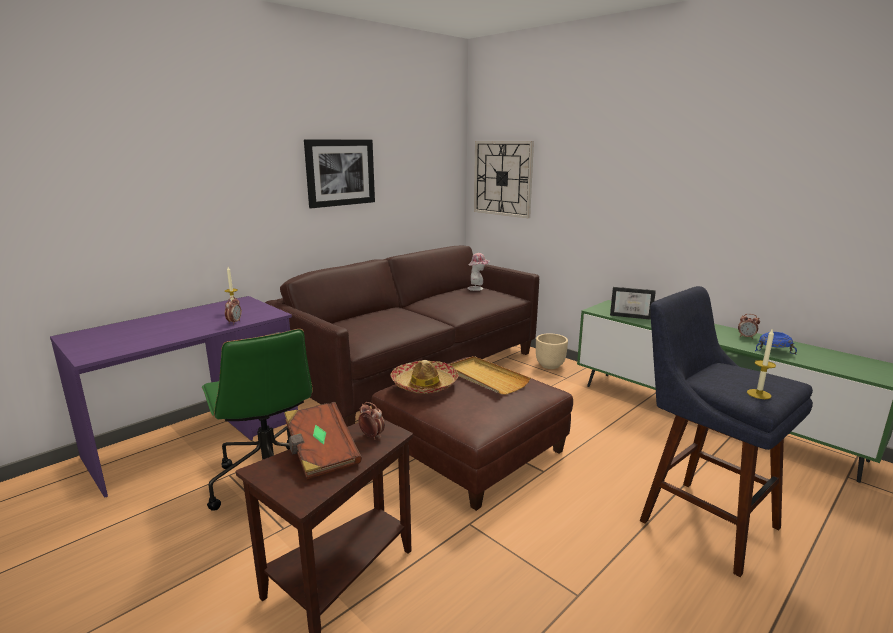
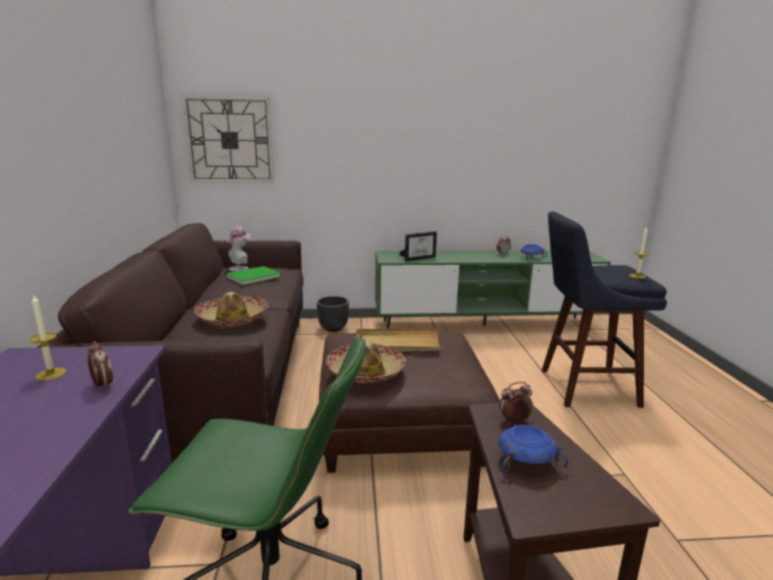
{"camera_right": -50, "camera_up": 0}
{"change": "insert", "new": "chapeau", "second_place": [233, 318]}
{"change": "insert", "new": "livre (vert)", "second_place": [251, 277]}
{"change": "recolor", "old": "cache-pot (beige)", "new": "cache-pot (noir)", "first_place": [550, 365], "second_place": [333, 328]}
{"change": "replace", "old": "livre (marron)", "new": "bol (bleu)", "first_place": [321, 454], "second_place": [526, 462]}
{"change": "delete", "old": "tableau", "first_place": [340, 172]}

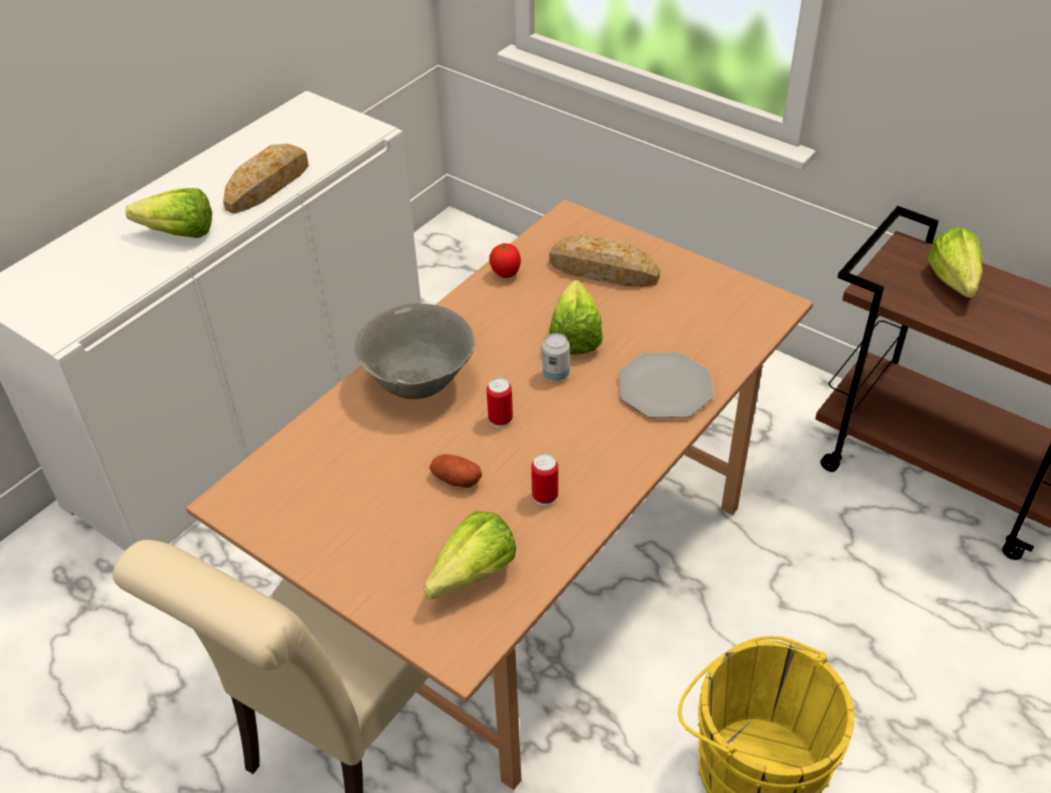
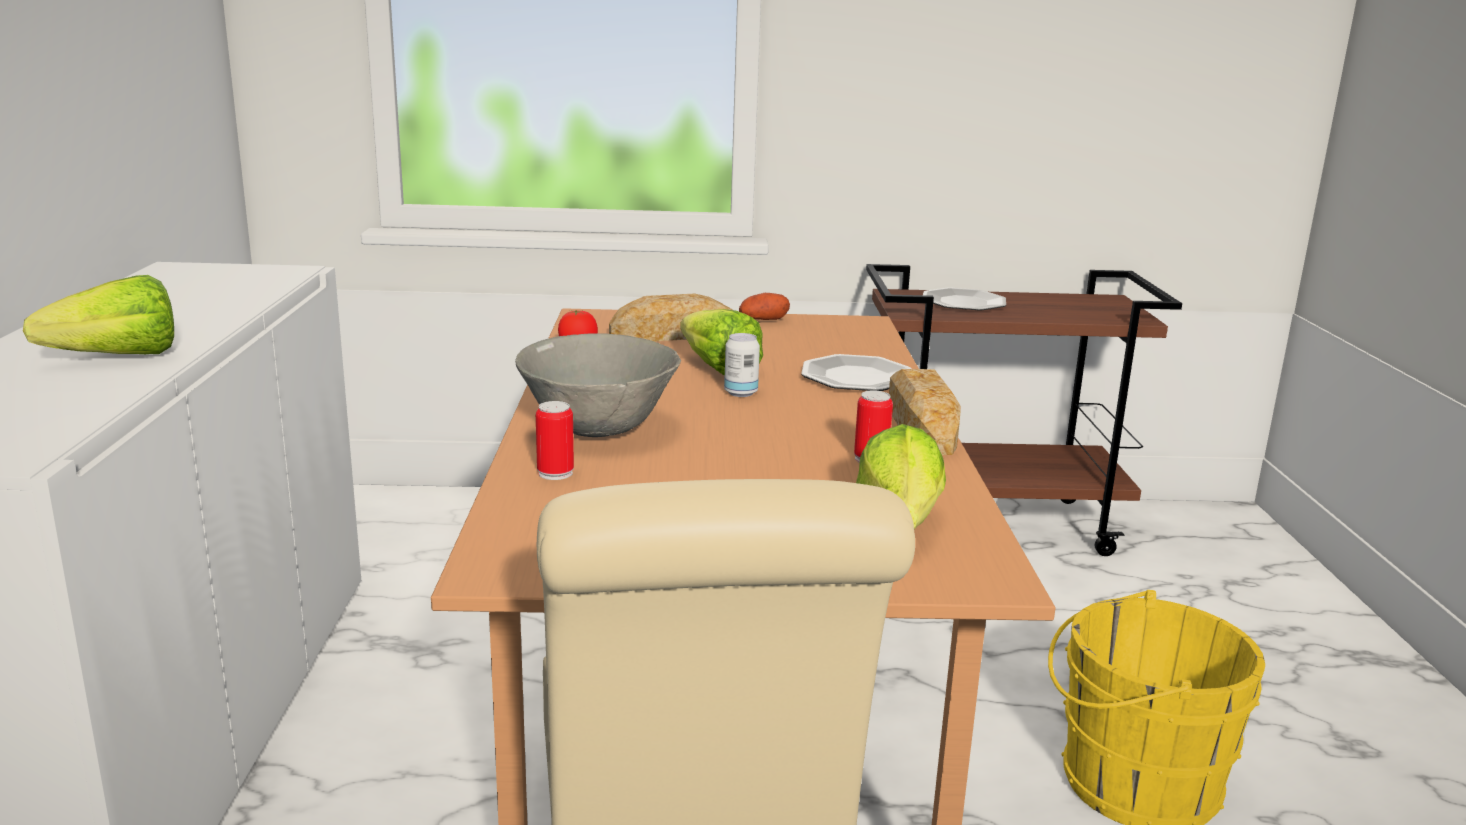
{"camera_right": -40, "camera_up": -25}
{"change": "move", "old": "boîte métallique", "first_place": [500, 419], "second_place": [555, 473]}
{"change": "move", "old": "pomme de terre", "first_place": [456, 479], "second_place": [763, 320]}
{"change": "move", "old": "pain", "first_place": [267, 185], "second_place": [922, 424]}
{"change": "replace", "old": "laitue", "new": "assiette", "first_place": [953, 286], "second_place": [963, 302]}

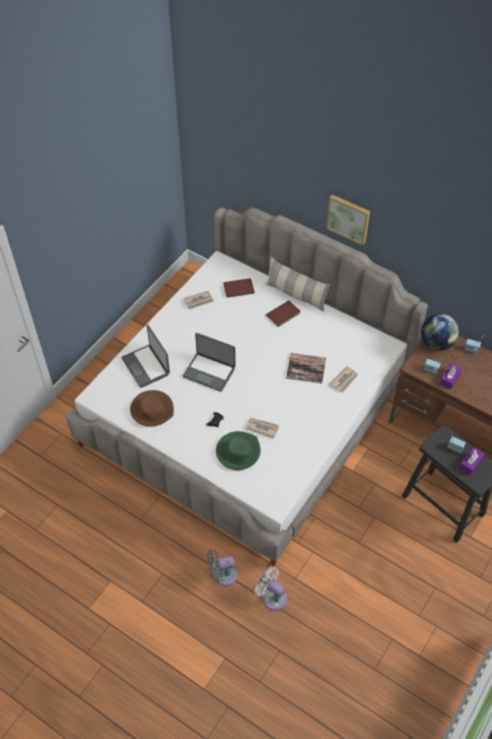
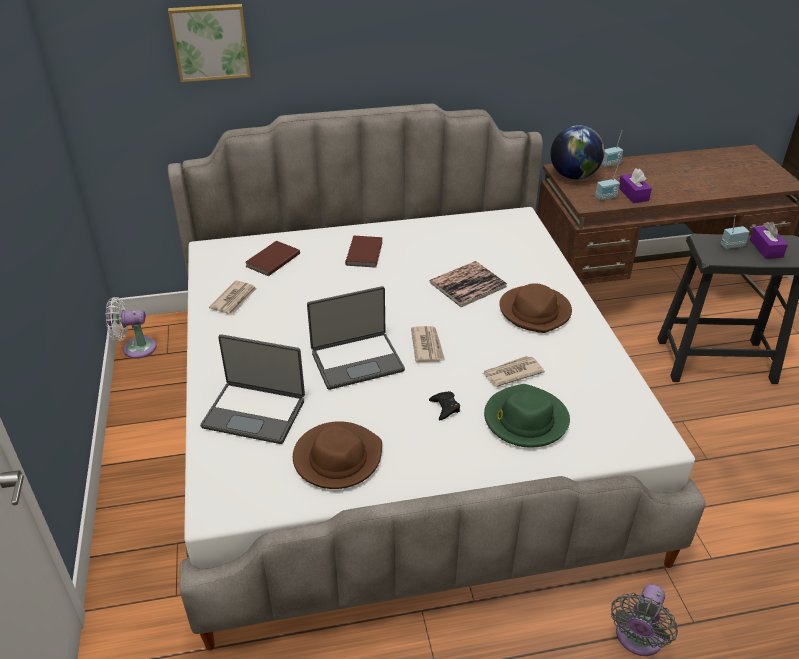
{"camera_right": -45, "camera_up": -15}
{"change": "move", "old": "ventilateur (blanc)", "first_place": [272, 597], "second_place": [135, 348]}
{"change": "move", "old": "tableau", "first_place": [349, 218], "second_place": [210, 42]}
{"change": "move", "old": "journal", "first_place": [344, 380], "second_place": [427, 346]}
{"change": "insert", "new": "chapeau (marron)", "second_place": [535, 311]}
{"change": "delete", "old": "coussin", "first_place": [296, 294]}

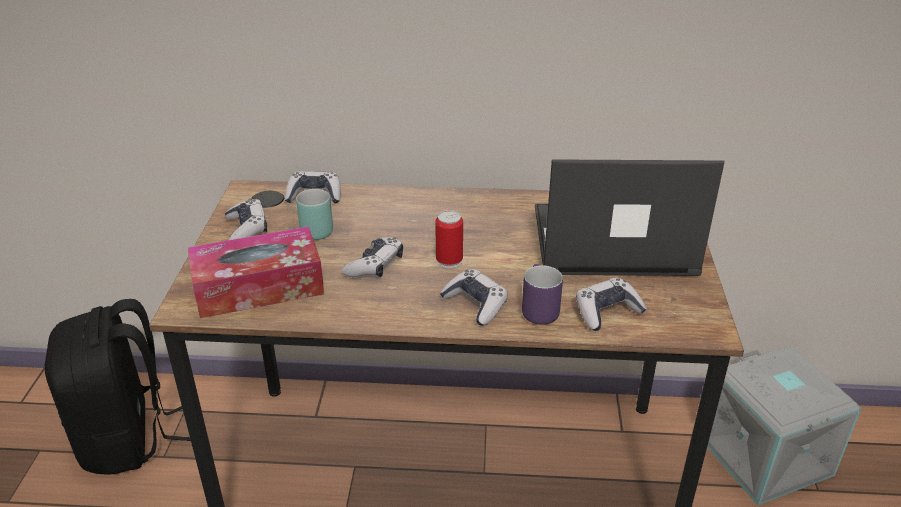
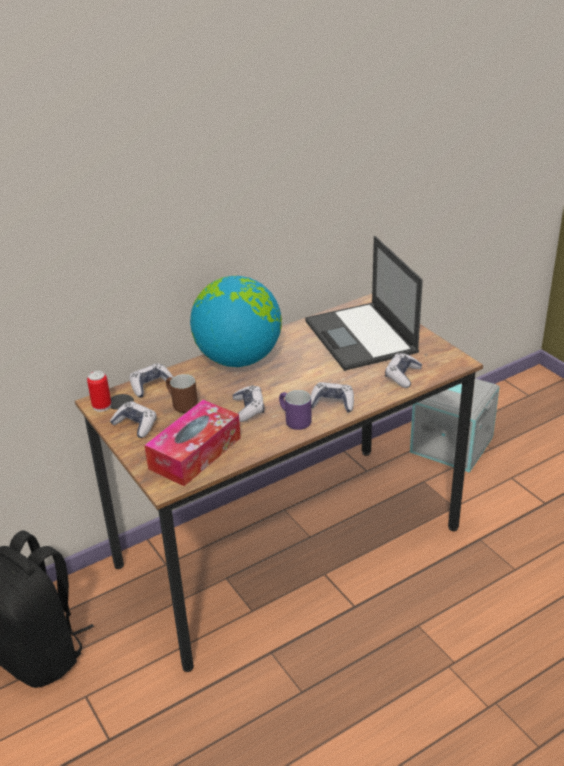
{"camera_right": -35, "camera_up": 0}
{"change": "move", "old": "boîte métallique", "first_place": [449, 260], "second_place": [102, 406]}
{"change": "recolor", "old": "mug (turquoise)", "new": "mug (marron)", "first_place": [314, 228], "second_place": [180, 405]}
{"change": "insert", "new": "globe", "second_place": [238, 359]}
{"change": "move", "old": "mug (violet)", "first_place": [536, 309], "second_place": [293, 421]}
{"change": "rotate", "old": "ordinateur portable", "first_place": [610, 241], "second_place": [361, 337], "degrees": -75}

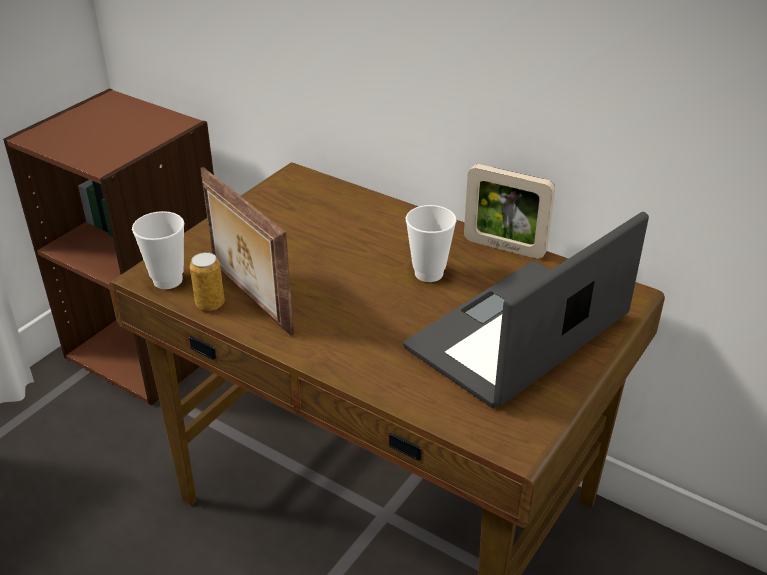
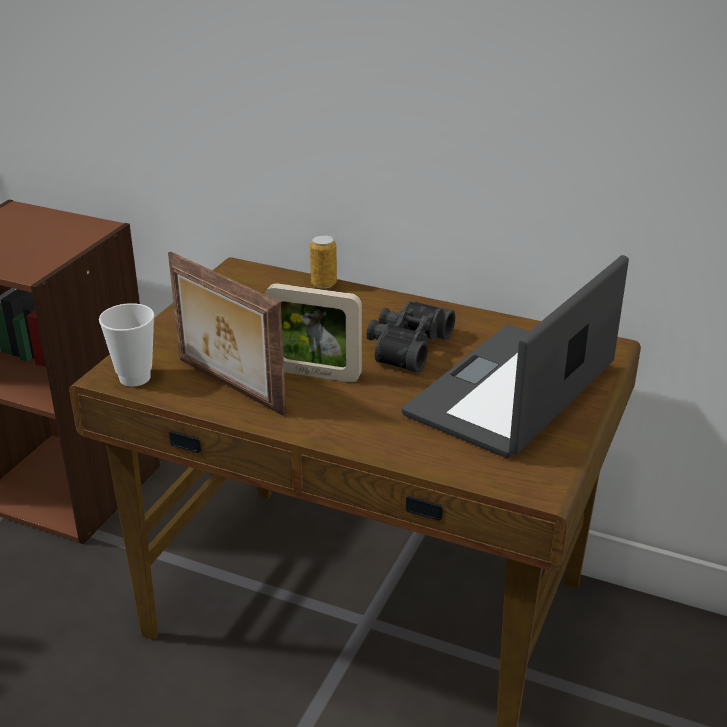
{"camera_right": -10, "camera_up": -5}
{"change": "move", "old": "cadre photo", "first_place": [504, 247], "second_place": [314, 374]}
{"change": "move", "old": "boîte métallique", "first_place": [210, 304], "second_place": [324, 284]}
{"change": "replace", "old": "tasse", "new": "jumelles (noir)", "first_place": [428, 273], "second_place": [405, 346]}

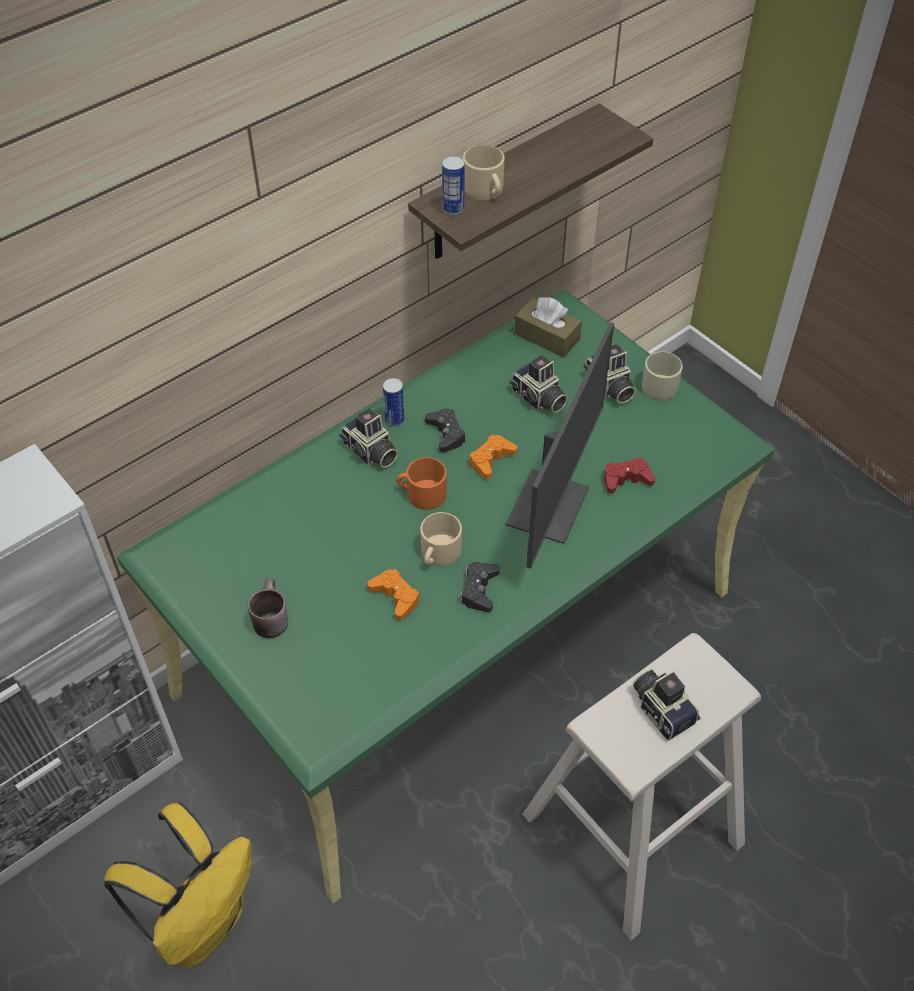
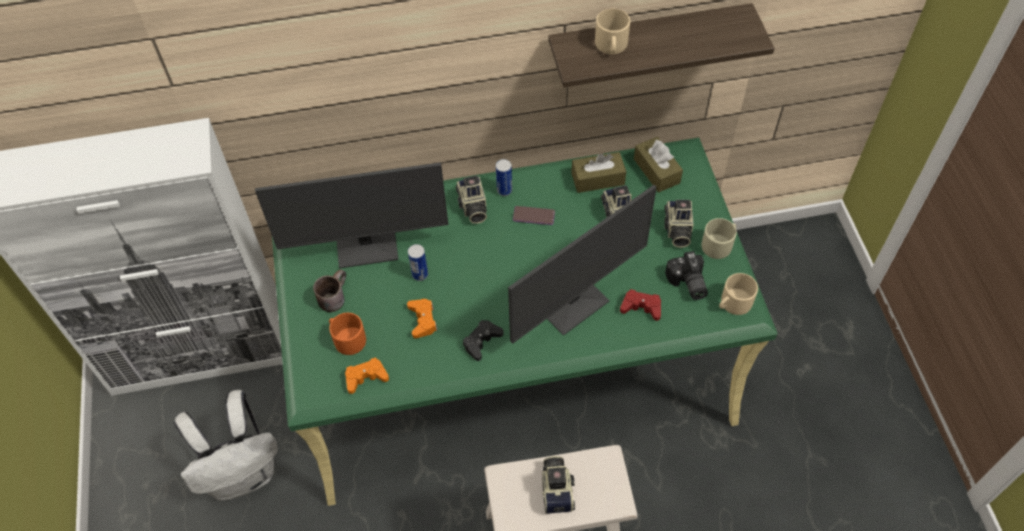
{"camera_right": 30, "camera_up": 5}
{"change": "recolor", "old": "sac à dos (jaune)", "new": "sac à dos (blanc)", "first_place": [201, 921], "second_place": [244, 474]}
{"change": "insert", "new": "écran d'ordinateur", "second_place": [367, 246]}
{"change": "move", "old": "mug (orange)", "first_place": [421, 494], "second_place": [347, 338]}
{"change": "move", "old": "manette (orange)", "first_place": [491, 460], "second_place": [366, 377]}
{"change": "move", "old": "boîte métallique", "first_place": [453, 209], "second_place": [420, 274]}
{"change": "replace", "old": "manette (noir)", "new": "téléphone", "first_place": [446, 434], "second_place": [533, 216]}
{"change": "insert", "new": "boîte à mouchoirs (marron)", "second_place": [598, 179]}
{"change": "insert", "new": "appareil photo", "second_place": [687, 284]}
{"change": "move", "old": "mug (beige)", "first_place": [438, 554], "second_place": [733, 303]}

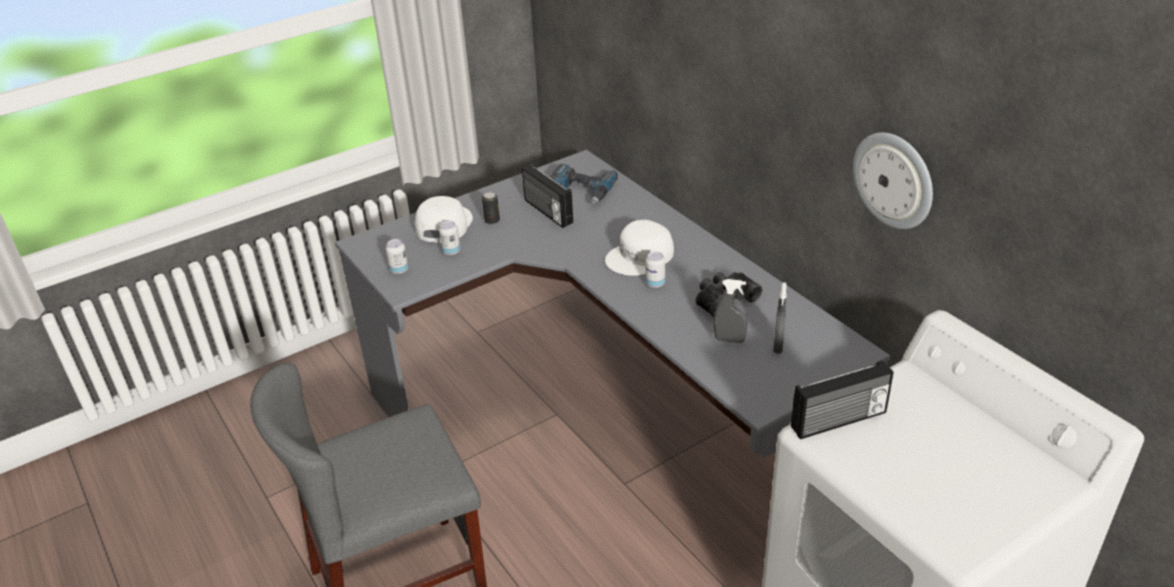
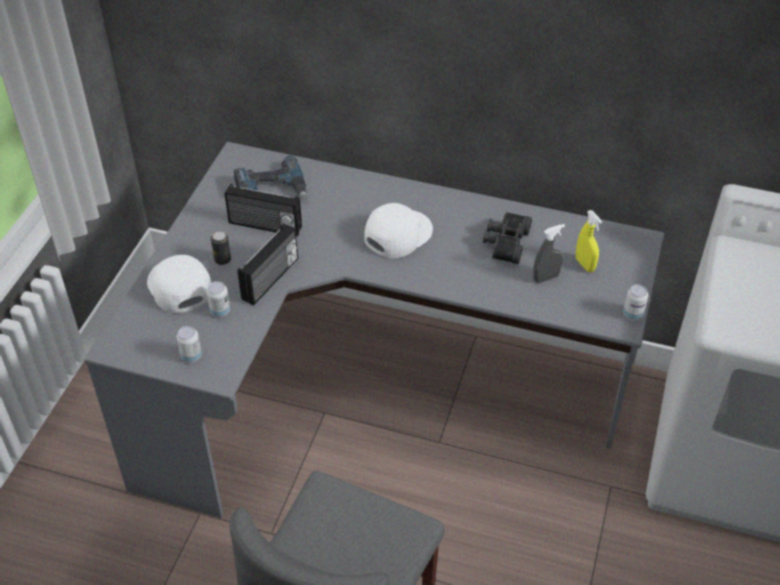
{"camera_right": -40, "camera_up": 10}
{"change": "move", "old": "radio", "first_place": [839, 421], "second_place": [271, 279]}
{"change": "rotate", "old": "casquette (blanc)", "first_place": [640, 256], "second_place": [397, 234], "degrees": -150}
{"change": "recolor", "old": "vaporisateur (gris)", "new": "vaporisateur (jaune)", "first_place": [778, 346], "second_place": [585, 264]}
{"change": "move", "old": "boîte métallique", "first_place": [655, 283], "second_place": [632, 314]}
{"change": "delete", "old": "horloge murale", "first_place": [894, 180]}

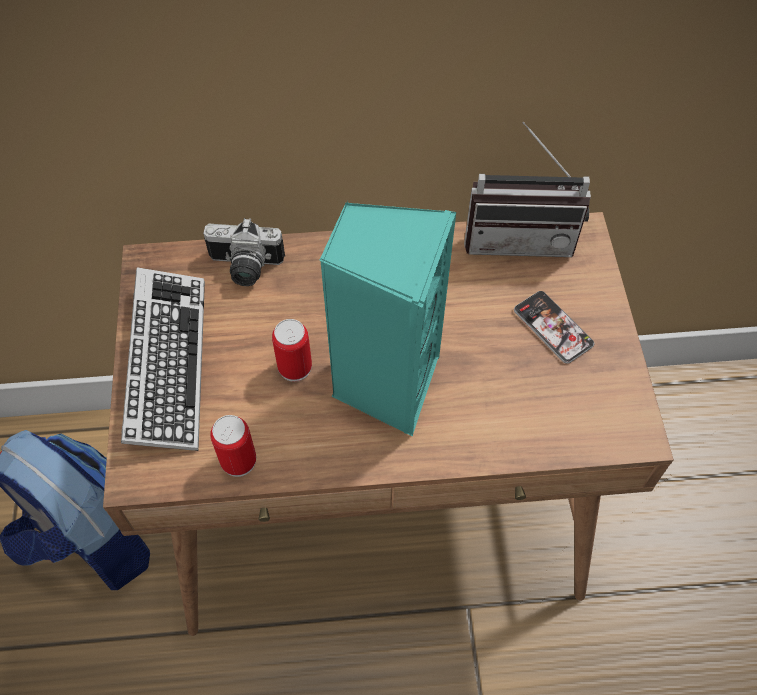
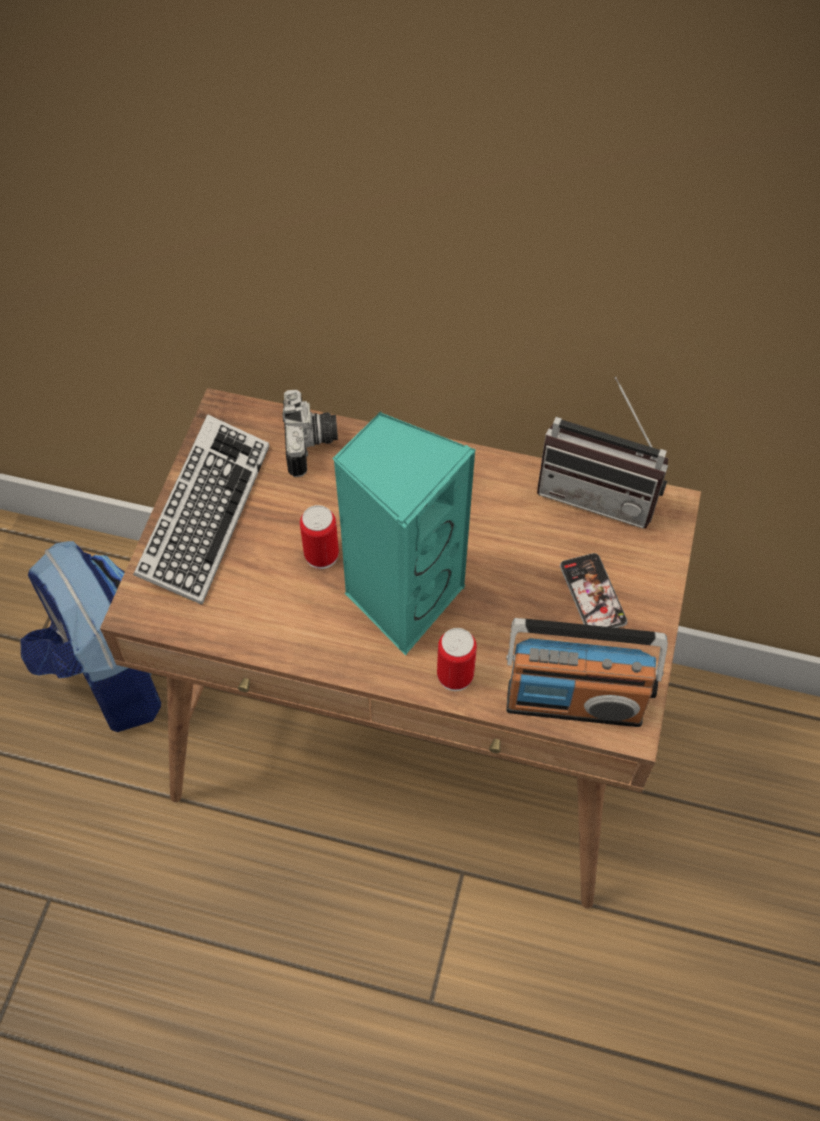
{"camera_right": 20, "camera_up": 0}
{"change": "rotate", "old": "appareil photo", "first_place": [244, 268], "second_place": [312, 444], "degrees": -120}
{"change": "move", "old": "boîte métallique", "first_place": [238, 461], "second_place": [455, 675]}
{"change": "insert", "new": "radio", "second_place": [574, 702]}

